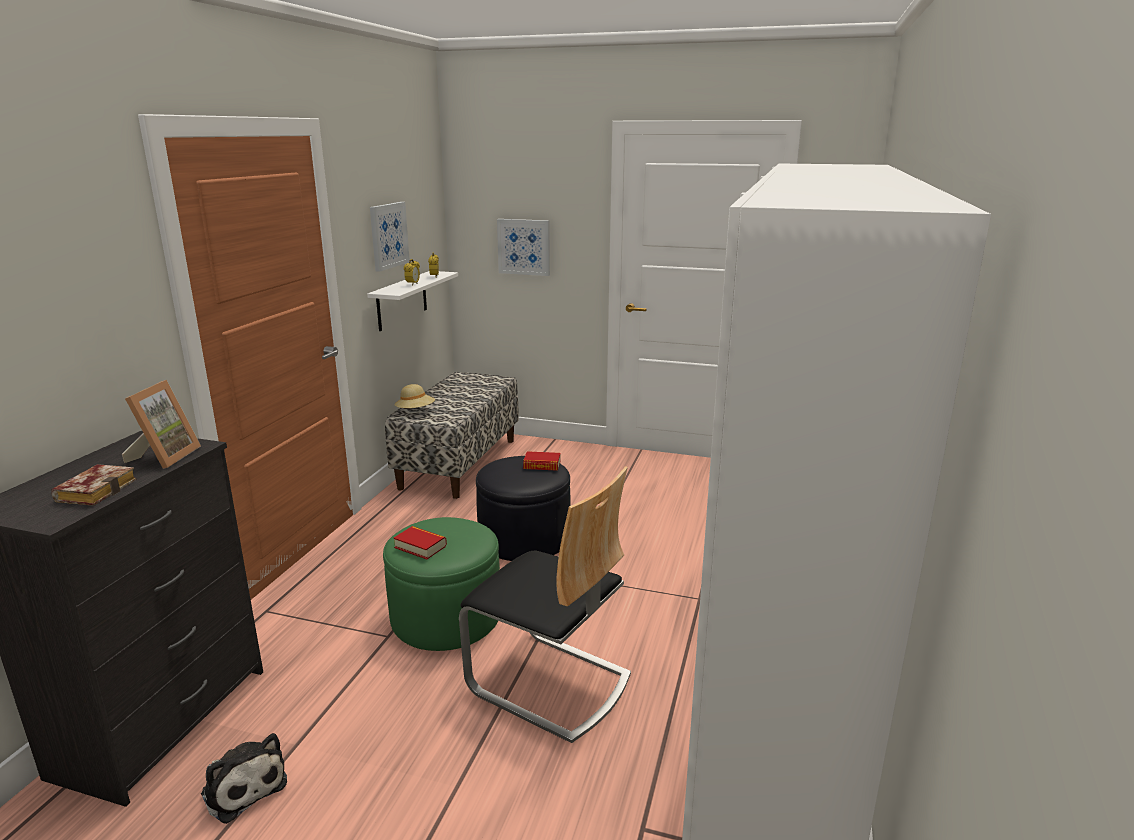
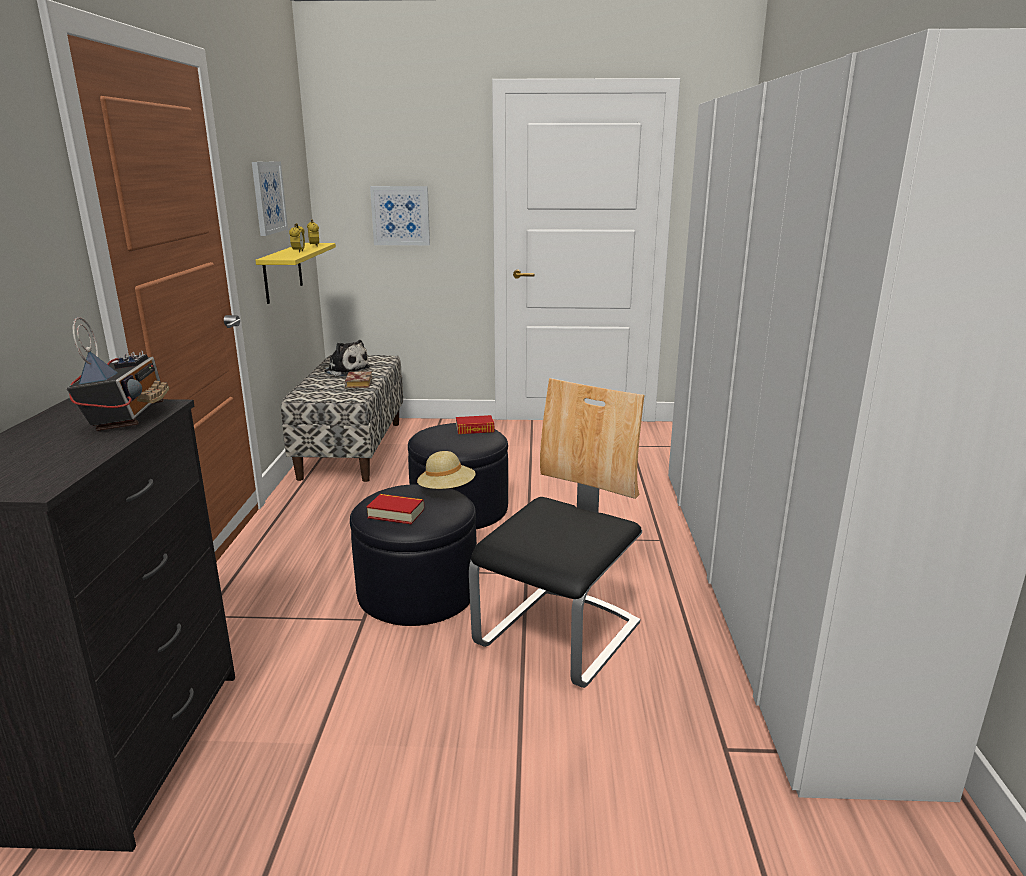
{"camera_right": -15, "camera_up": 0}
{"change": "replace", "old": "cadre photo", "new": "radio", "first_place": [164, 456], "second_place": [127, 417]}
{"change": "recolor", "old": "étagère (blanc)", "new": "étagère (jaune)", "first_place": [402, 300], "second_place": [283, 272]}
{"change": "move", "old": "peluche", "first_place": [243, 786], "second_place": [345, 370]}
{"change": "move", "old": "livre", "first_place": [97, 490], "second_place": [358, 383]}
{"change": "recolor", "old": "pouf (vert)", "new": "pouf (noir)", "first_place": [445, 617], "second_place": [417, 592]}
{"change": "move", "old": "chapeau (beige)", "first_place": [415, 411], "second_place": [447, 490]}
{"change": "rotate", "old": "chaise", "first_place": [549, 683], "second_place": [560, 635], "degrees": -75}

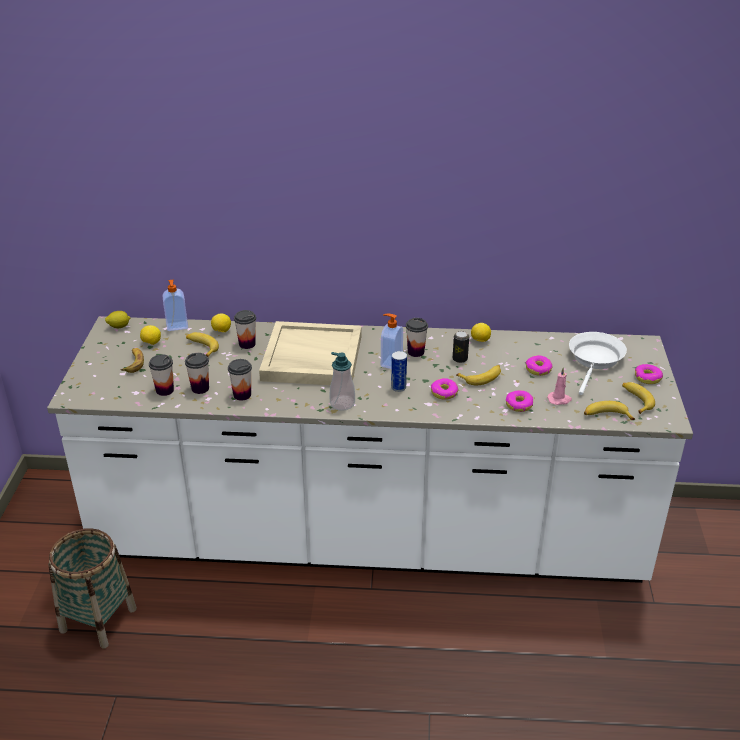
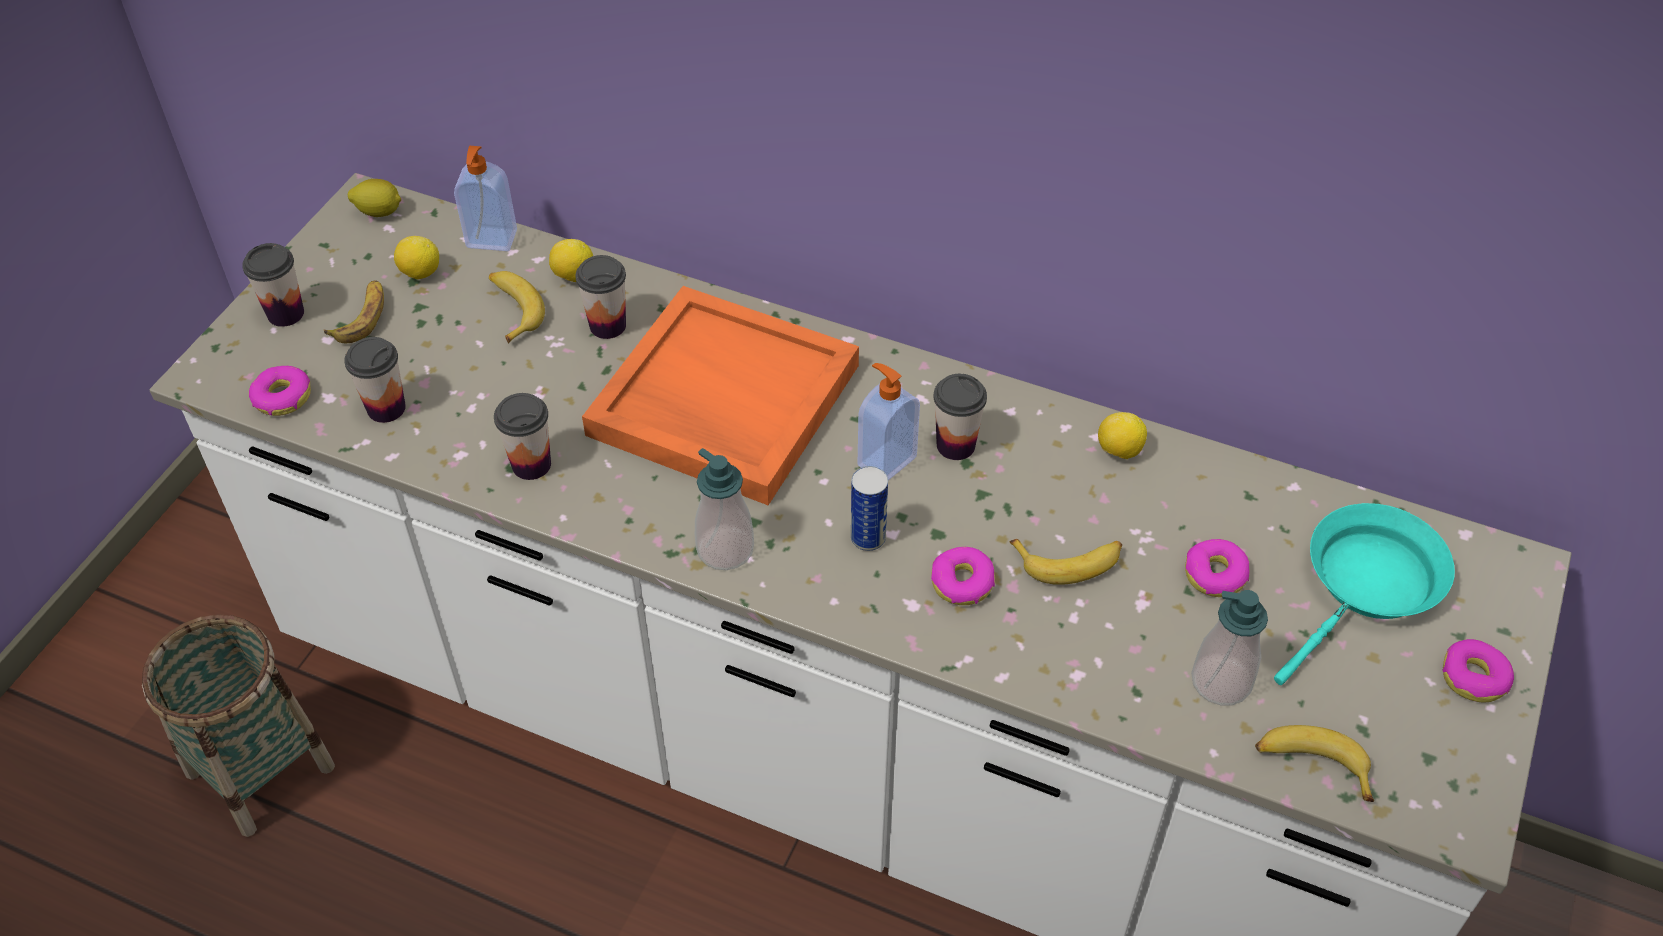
{"camera_right": 20, "camera_up": 15}
{"change": "move", "old": "tasse", "first_place": [200, 388], "second_place": [285, 313]}
{"change": "move", "old": "beignet", "first_place": [518, 405], "second_place": [282, 397]}
{"change": "recolor", "old": "plateau (beige)", "new": "plateau (orange)", "first_place": [311, 358], "second_place": [721, 401]}
{"change": "replace", "old": "bougie (rose)", "new": "distributeur de savon", "first_place": [559, 399], "second_place": [1221, 681]}
{"change": "recolor", "old": "poêle (blanc)", "new": "poêle (turquoise)", "first_place": [595, 360], "second_place": [1367, 586]}
{"change": "delete", "old": "boîte métallique", "first_place": [460, 359]}
{"change": "delete", "old": "banane", "first_place": [636, 400]}

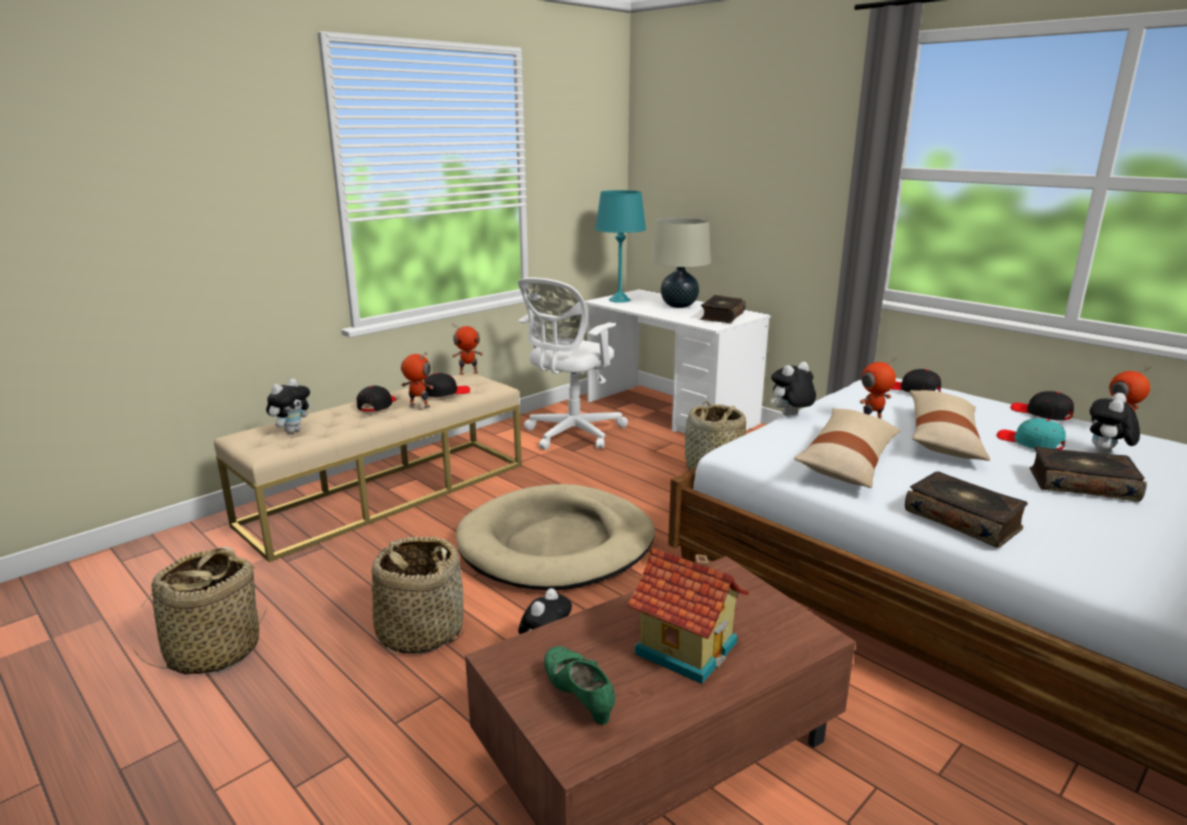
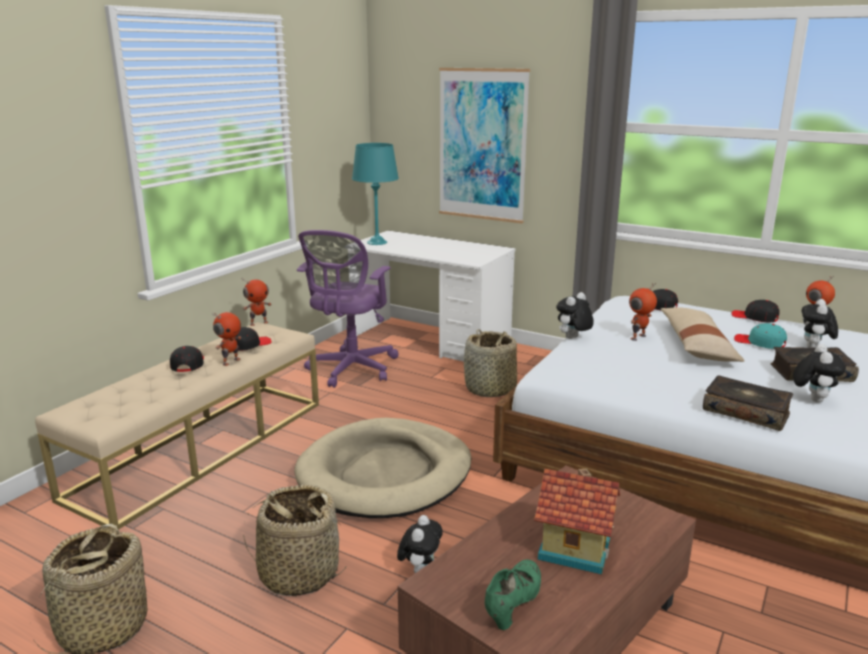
{"camera_right": -15, "camera_up": 0}
{"change": "rotate", "old": "robot jouet", "first_place": [418, 406], "second_place": [230, 361], "degrees": 120}
{"change": "recolor", "old": "chaise de bureau (blanc)", "new": "chaise de bureau (violet)", "first_place": [571, 434], "second_place": [351, 370]}
{"change": "insert", "new": "tableau", "second_place": [482, 145]}
{"change": "rotate", "old": "chaussure (vert)", "first_place": [579, 698], "second_place": [513, 605], "degrees": 75}
{"change": "move", "old": "peluche", "first_place": [292, 430], "second_place": [812, 399]}
{"change": "delete", "old": "lampe de table (beige)", "first_place": [679, 306]}
{"change": "delete", "old": "livre", "first_place": [721, 316]}
{"change": "delete", "old": "coussin (beige)", "first_place": [848, 461]}

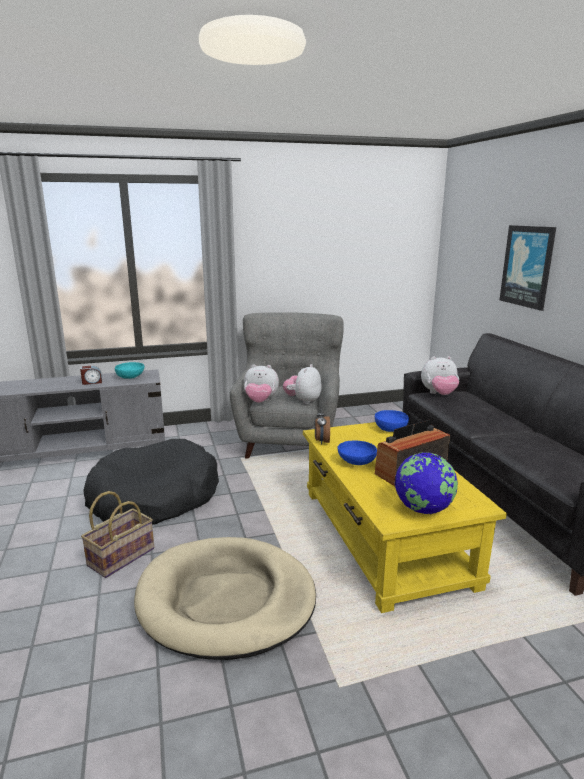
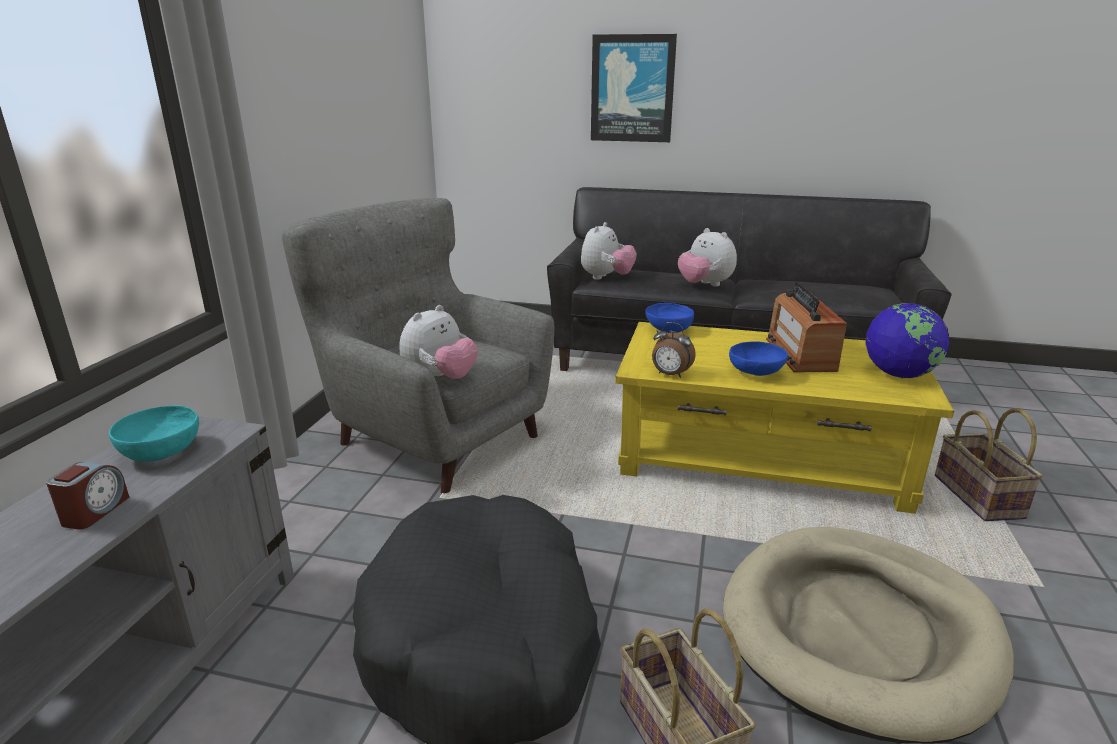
{"camera_right": -60, "camera_up": 5}
{"change": "move", "old": "peluche", "first_place": [303, 401], "second_place": [705, 285]}
{"change": "insert", "new": "panier", "second_place": [979, 497]}

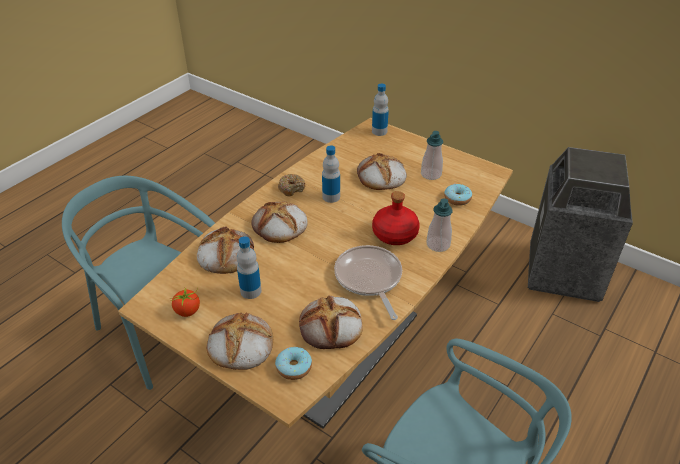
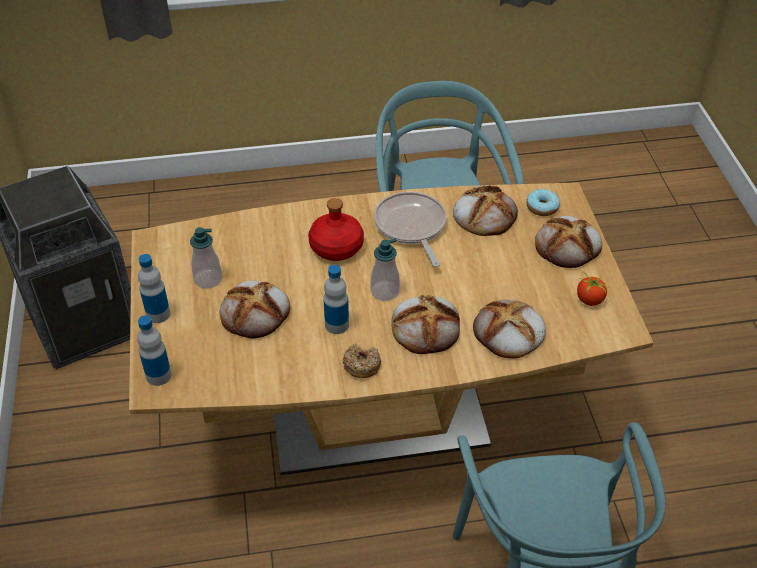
{"camera_right": -135, "camera_up": 5}
{"change": "move", "old": "bouteille", "first_place": [250, 291], "second_place": [158, 314]}
{"change": "move", "old": "distributeur de savon", "first_place": [438, 244], "second_place": [385, 291]}
{"change": "rotate", "old": "poêle", "first_place": [369, 279], "second_place": [411, 227], "degrees": 135}
{"change": "delete", "old": "beignet", "first_place": [457, 199]}

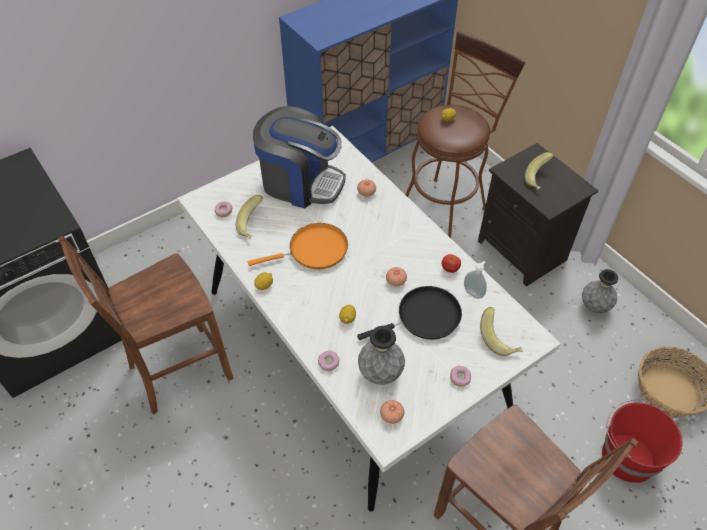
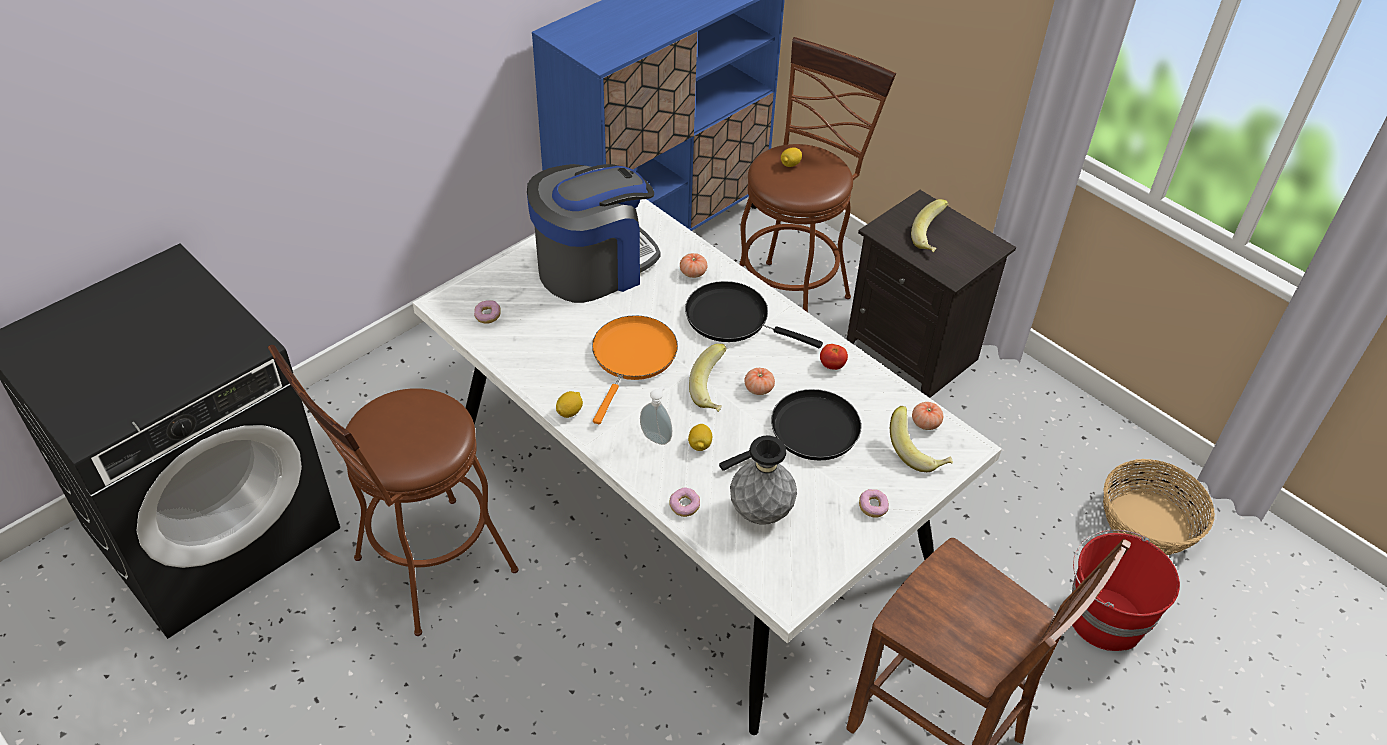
{"camera_right": -10, "camera_up": -5}
{"change": "replace", "old": "chaise (marron)", "new": "tabouret (marron)", "first_place": [177, 371], "second_place": [424, 572]}
{"change": "rotate", "old": "machine à café", "first_place": [301, 182], "second_place": [594, 266], "degrees": -45}
{"change": "rotate", "old": "poêle (orange)", "first_place": [314, 250], "second_place": [632, 358], "degrees": -45}
{"change": "move", "old": "distributeur de savon", "first_place": [474, 293], "second_place": [657, 437]}
{"change": "insert", "new": "poêle (noir)", "second_place": [733, 319]}
{"change": "move", "old": "banane", "first_place": [253, 225], "second_place": [713, 391]}
{"change": "move", "old": "tomate", "first_place": [391, 415], "second_place": [925, 423]}
{"change": "delete", "old": "vase (gris)", "first_place": [594, 306]}

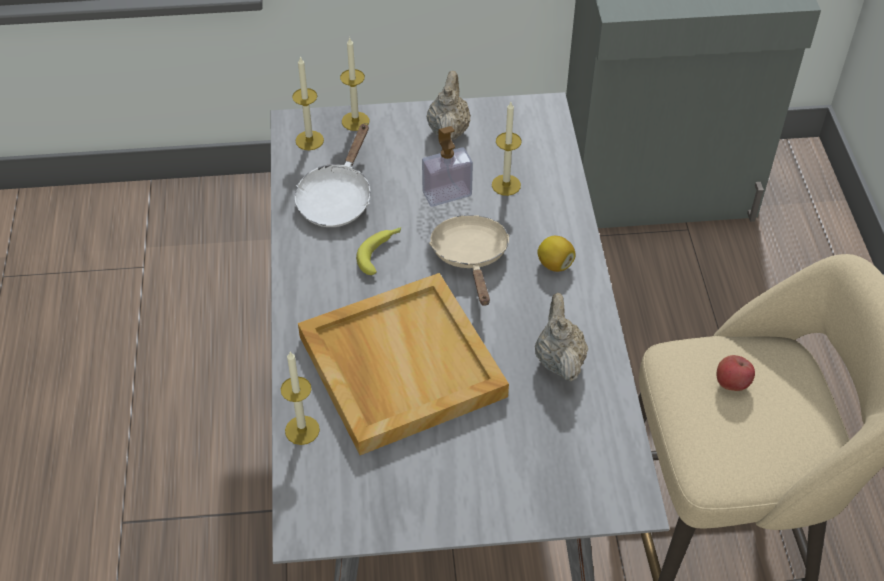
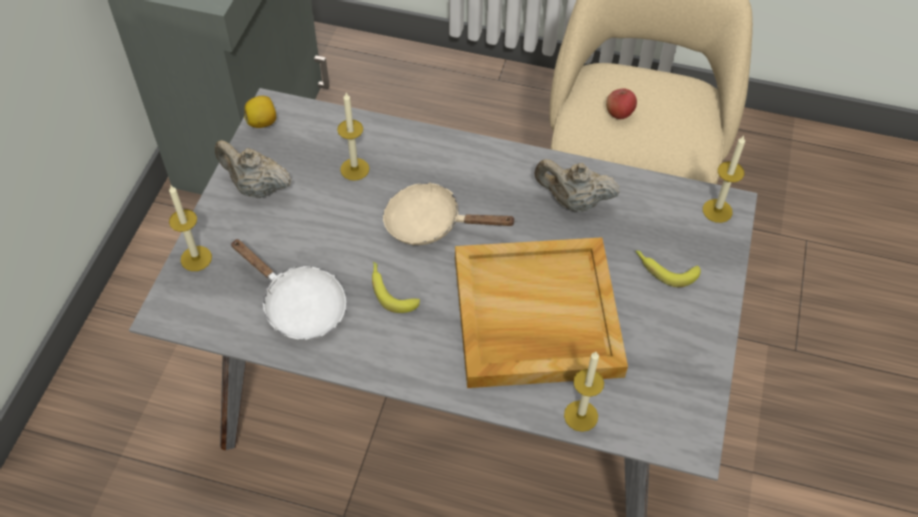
{"camera_right": -70, "camera_up": 5}
{"change": "move", "old": "citron", "first_place": [555, 264], "second_place": [263, 122]}
{"change": "insert", "new": "banane", "second_place": [664, 269]}
{"change": "move", "old": "bougie", "first_place": [309, 140], "second_place": [717, 210]}
{"change": "delete", "old": "distributeur de savon", "first_place": [447, 194]}

